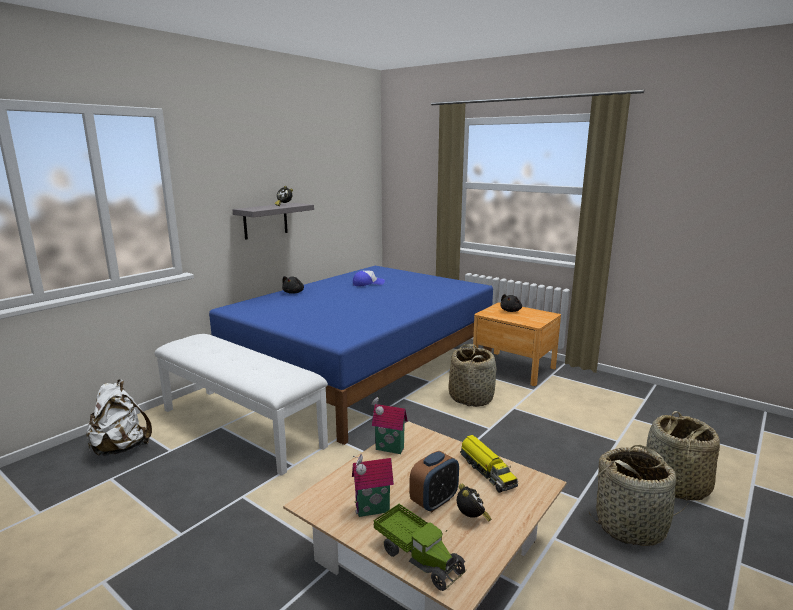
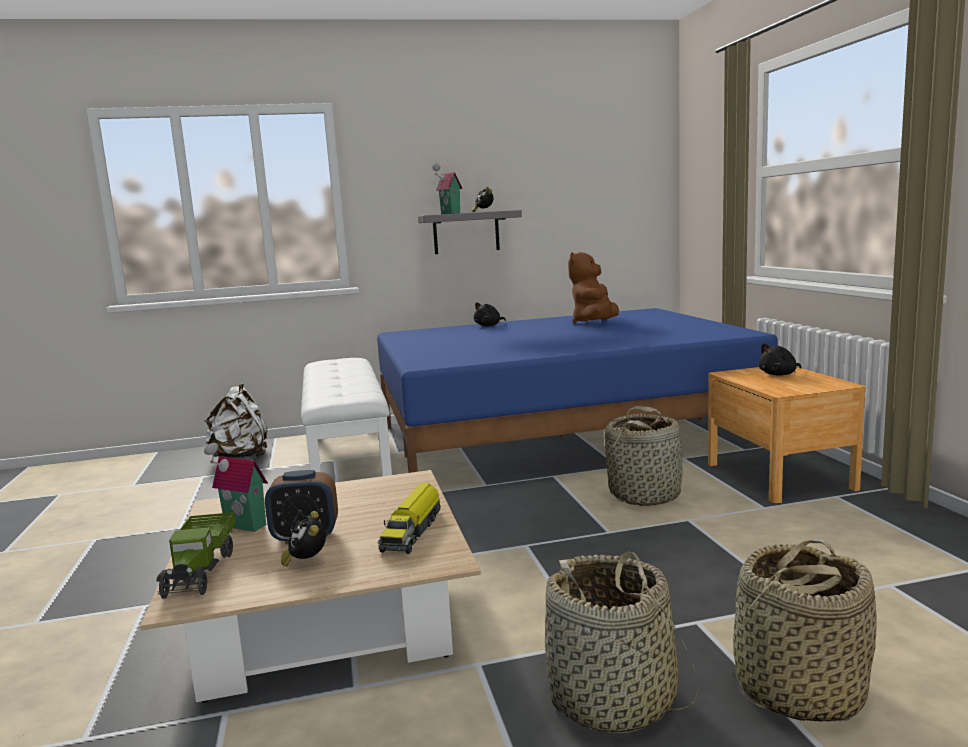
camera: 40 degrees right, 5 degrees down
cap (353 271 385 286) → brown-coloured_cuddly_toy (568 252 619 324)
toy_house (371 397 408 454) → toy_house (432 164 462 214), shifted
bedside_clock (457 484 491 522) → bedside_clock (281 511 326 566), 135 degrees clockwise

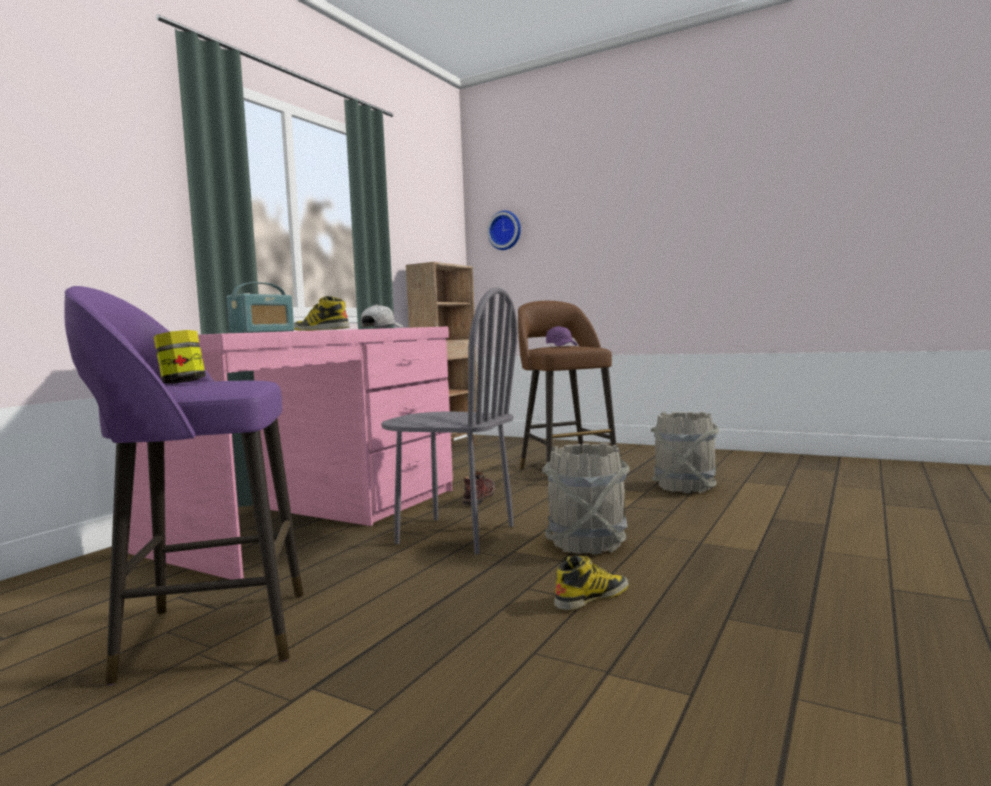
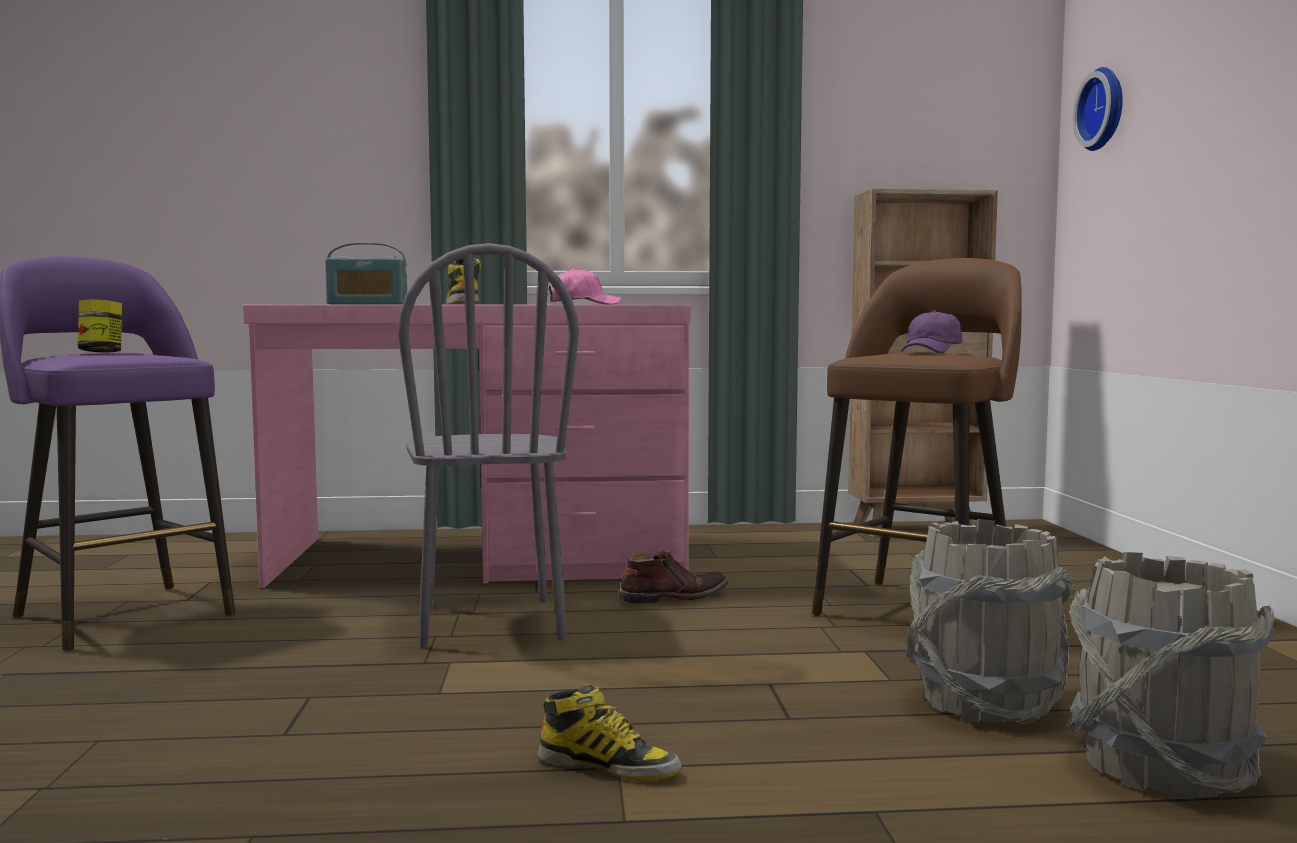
camera: 55 degrees right, 0 degrees up
white_cap (361 304 403 328) → pink-coloured_cap (549 268 621 305)
gray_water_bucket (542 443 630 555) → gray_water_bucket (1067 552 1276 799), shifted
boot (554 556 629 610) → boot (538 683 681 781), shifted

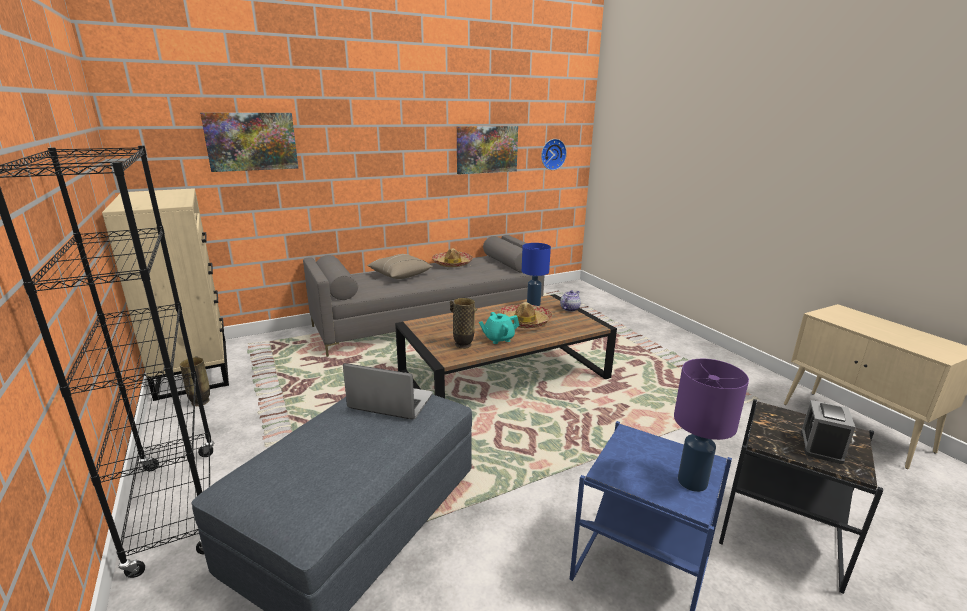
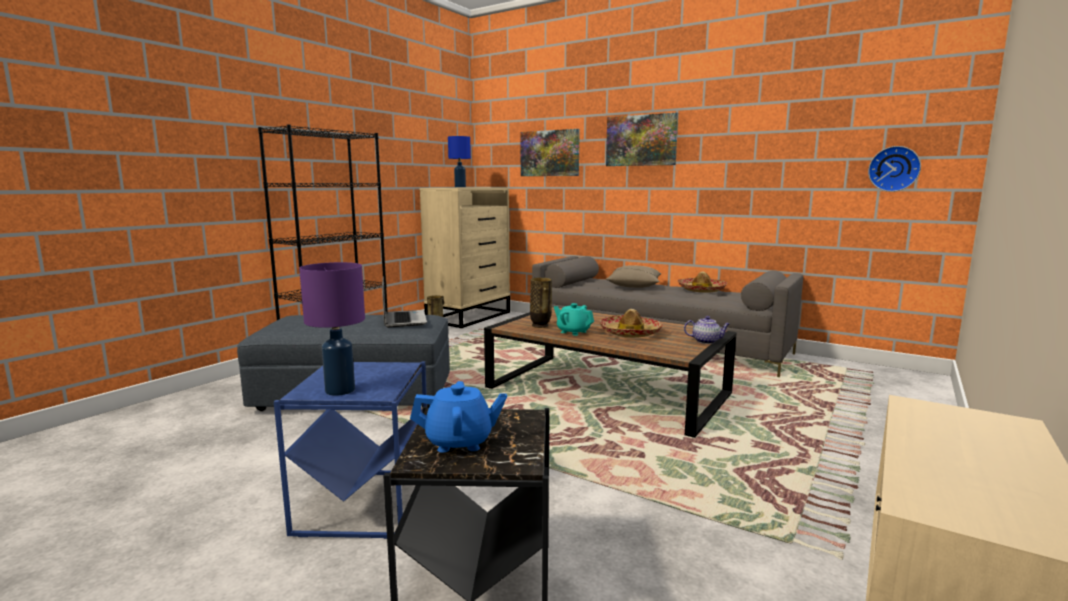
camera: 60 degrees right, 10 degrees down
picture (457 126 518 174) → picture (606 112 678 166), shifted
bluish_lamp_for_a_table (522 243 551 306) → bluish_lamp_for_a_table (448 136 471 188), shifted
bedside_clock (801 400 855 464) → bluish_tea_pot (410 381 507 453)

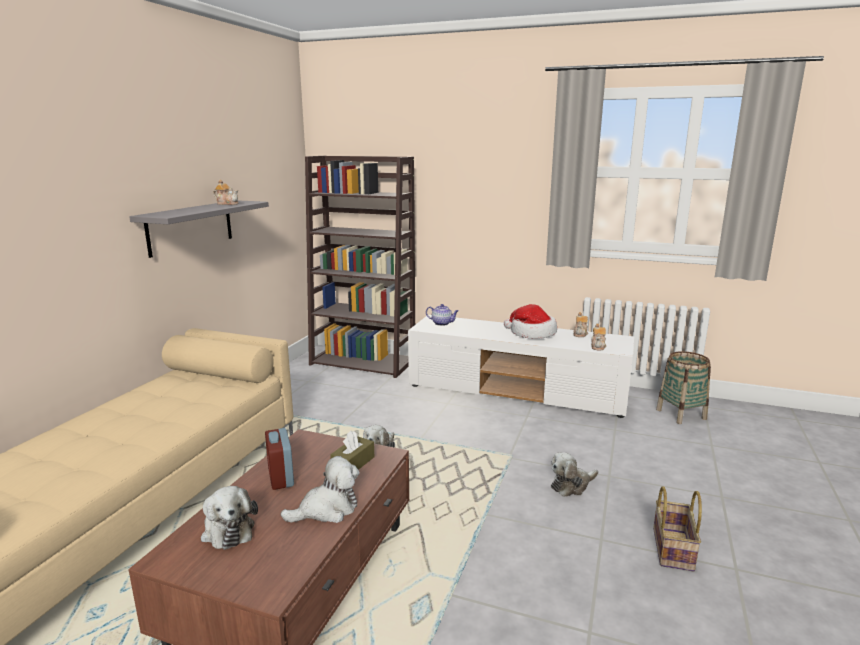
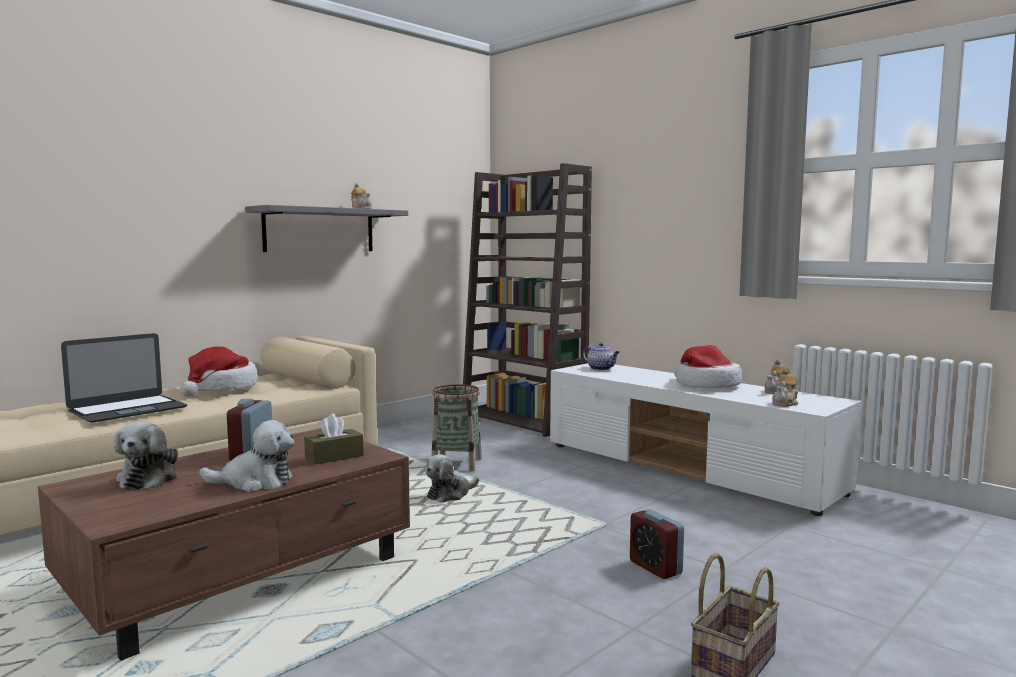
camera: 25 degrees right, 10 degrees down
cuddly_toy (551 452 598 497) → bedside_clock (630 509 684 579)
storage_basket (656 351 711 424) → storage_basket (432 384 482 471), shifted
- → portable_computer (61 333 187 423)
- → wearable_hat (180 346 258 396)

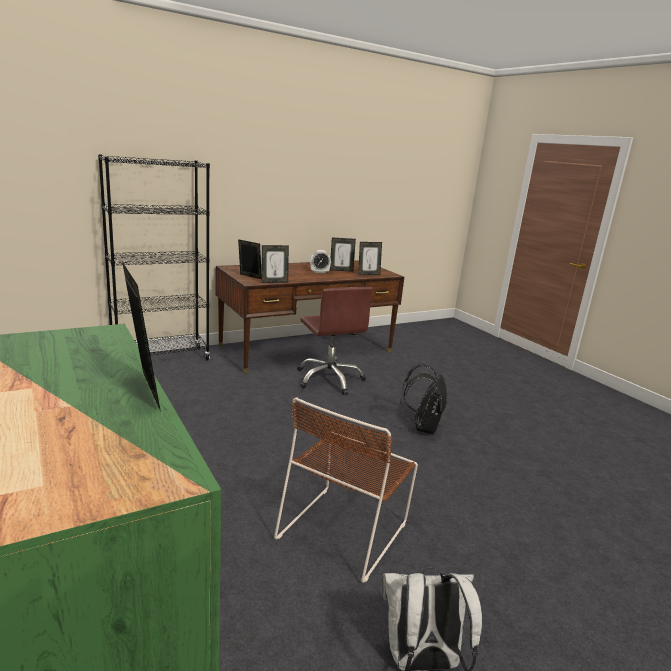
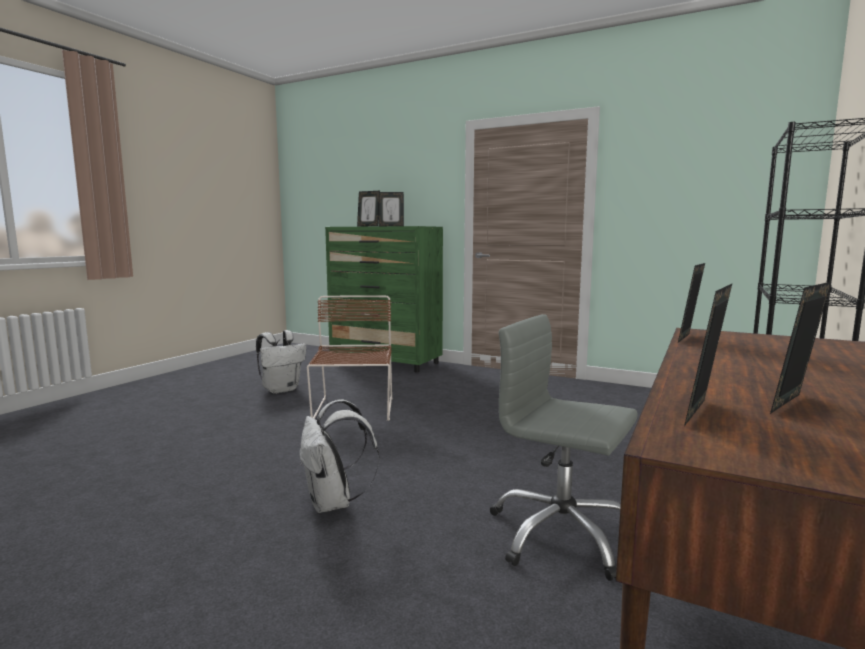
camera: 150 degrees right, 10 degrees down
picture_frame (238 239 262 279) → picture_frame (378 192 404 226), shifted
brown-coloured_desk_chair (297 287 373 395) → gray_desk_chair (490 314 638 581)
bedside_clock (310 250 331 273) → -
blackish_knapsack (400 364 447 435) → white_knapsack (300 399 380 513)

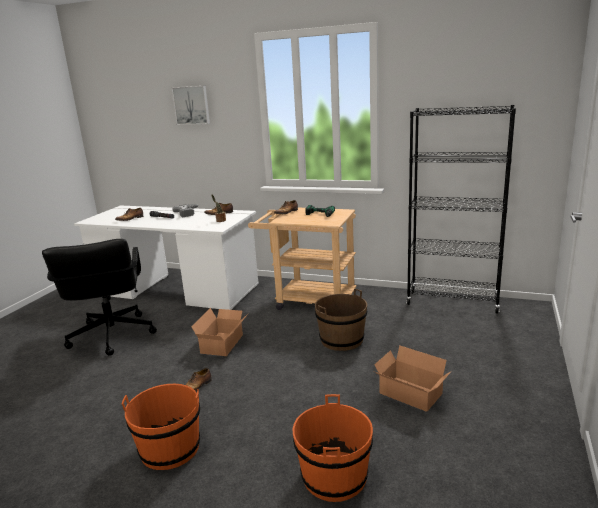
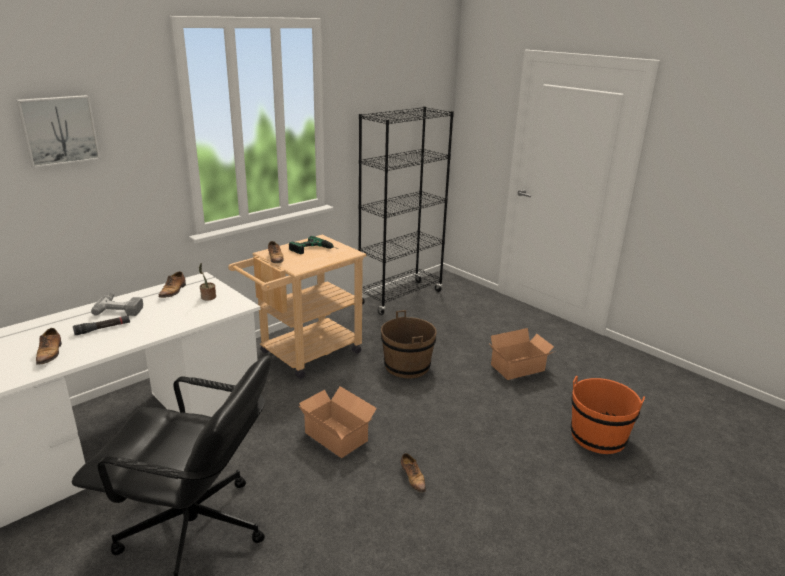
camera: 65 degrees left, 5 degrees up
orange_water_bucket (122 384 200 470) → -

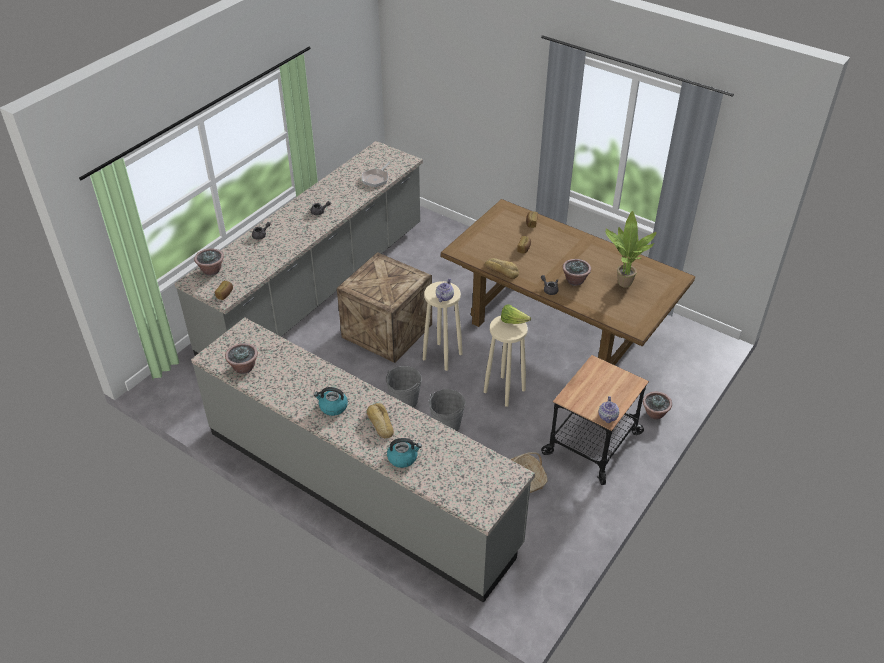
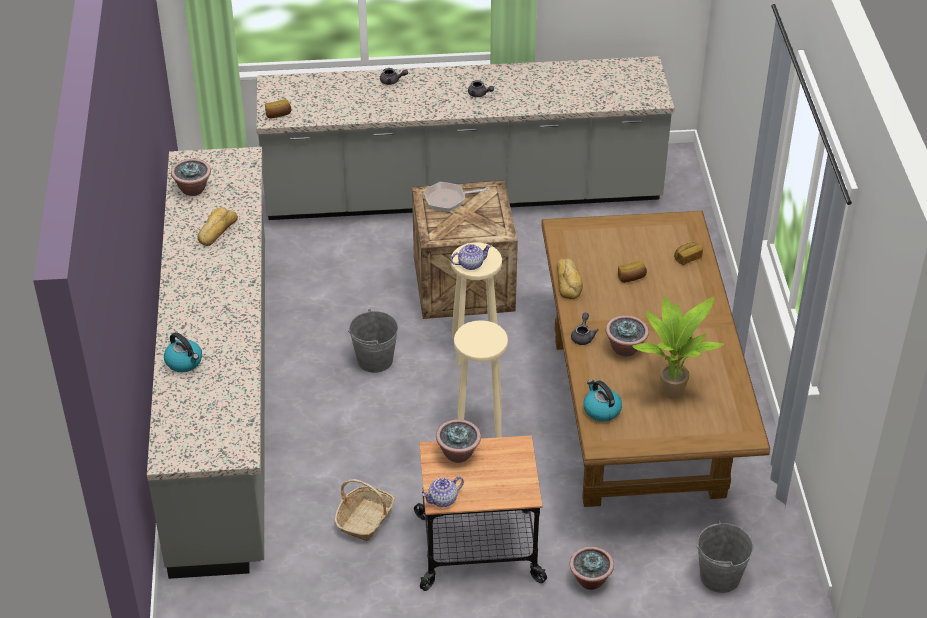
camera: 50 degrees right, 0 degrees up
plant_in_a_pot (194 248 224 276) → plant_in_a_pot (436 419 481 463), shifted
water_kettle (314 387 348 416) → water_kettle (583 380 622 422), shifted
skillet (362 162 390 187) → skillet (424 182 489 212), shifted
baked_bread (367 403 394 438) → baked_bread (197 207 238 246), shifted
gray_water_bucket (428 389 466 431) → gray_water_bucket (697 521 753 593), shifted
lettuce_head (501 305 531 324) → -

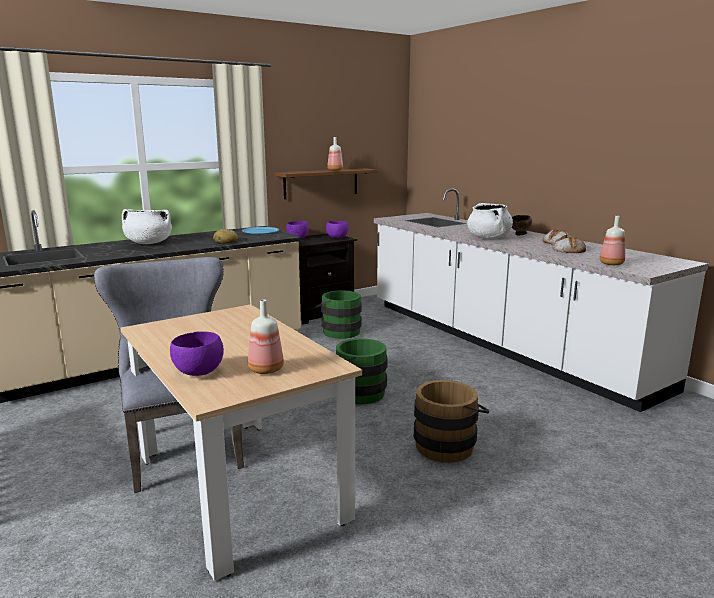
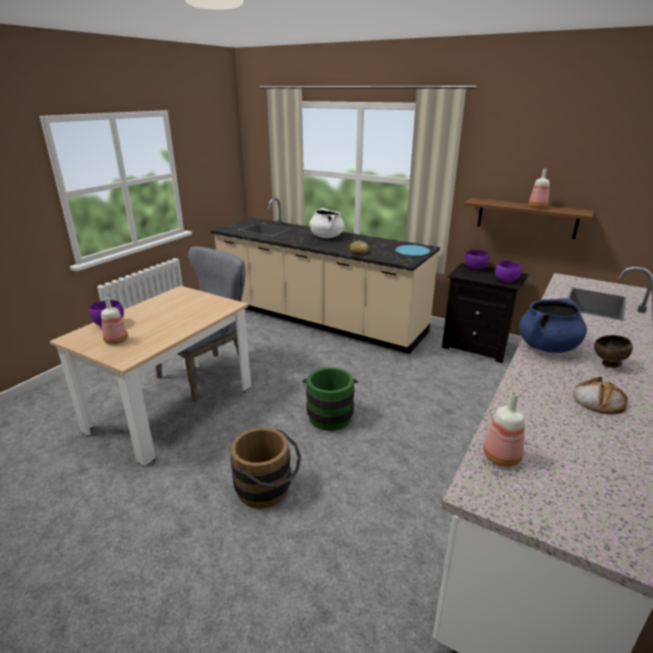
camera: 65 degrees right, 10 degrees up
green_water_bucket (314 290 362 339) → -
white_cooking_pot (467 203 513 239) → bluish_cooking_pot (519 298 587 353)
baked_bread (553 235 586 253) → -

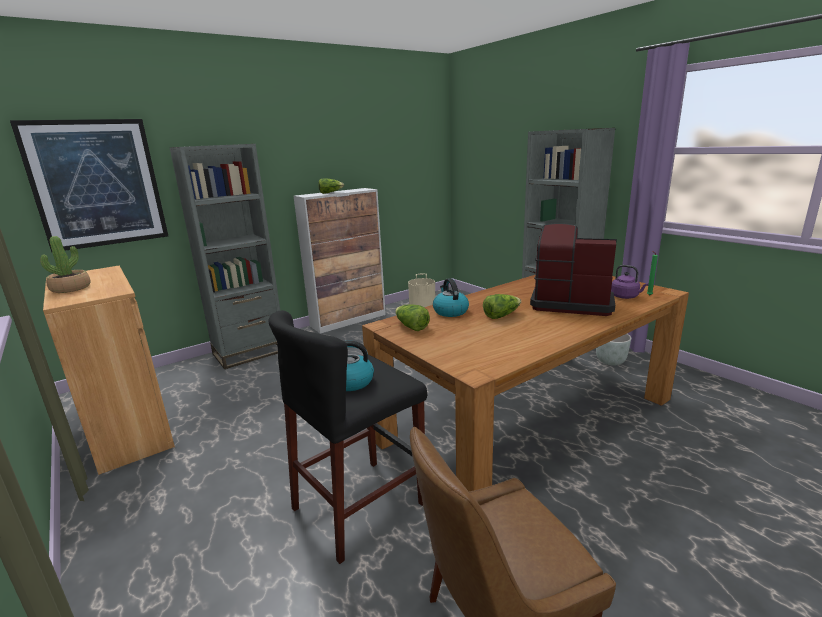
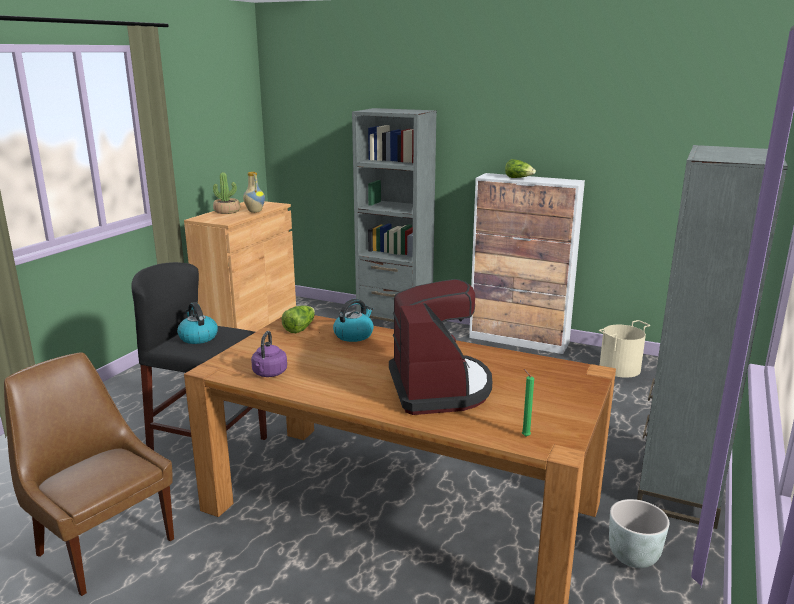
camera: 60 degrees right, 0 degrees up
picture (10 119 168 252) → -
lettuce_head (483 294 521 319) → -
purple_water_kettle (611 265 649 299) → purple_water_kettle (251 331 287 377), shifted
- → decorative_vase (243 172 265 213)

